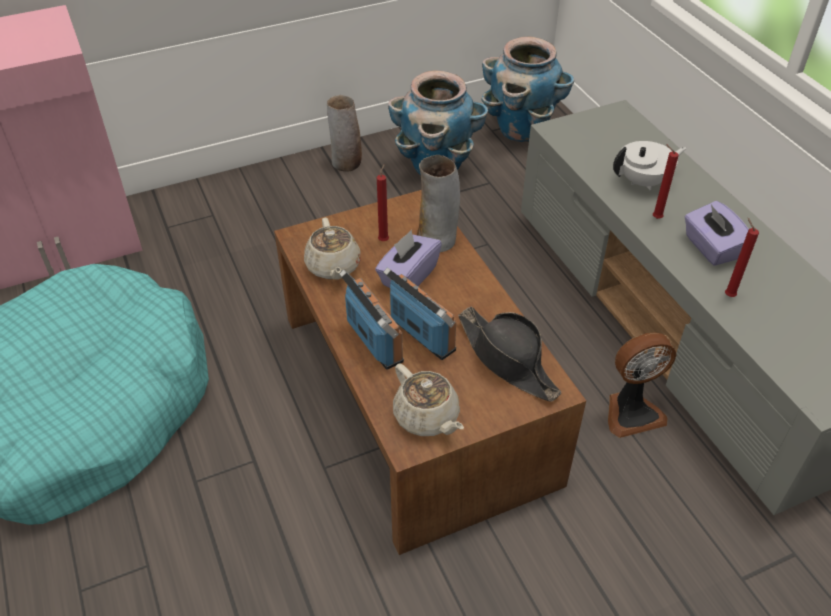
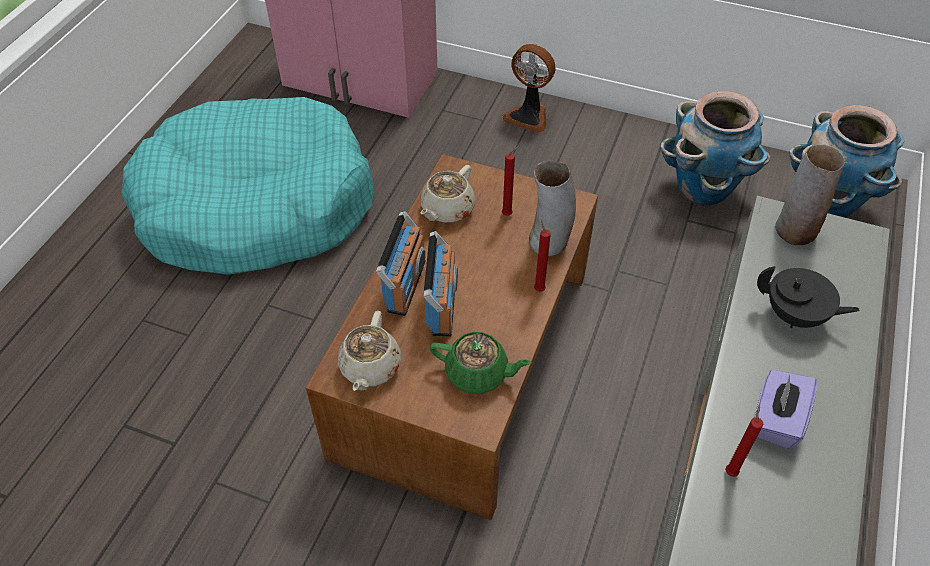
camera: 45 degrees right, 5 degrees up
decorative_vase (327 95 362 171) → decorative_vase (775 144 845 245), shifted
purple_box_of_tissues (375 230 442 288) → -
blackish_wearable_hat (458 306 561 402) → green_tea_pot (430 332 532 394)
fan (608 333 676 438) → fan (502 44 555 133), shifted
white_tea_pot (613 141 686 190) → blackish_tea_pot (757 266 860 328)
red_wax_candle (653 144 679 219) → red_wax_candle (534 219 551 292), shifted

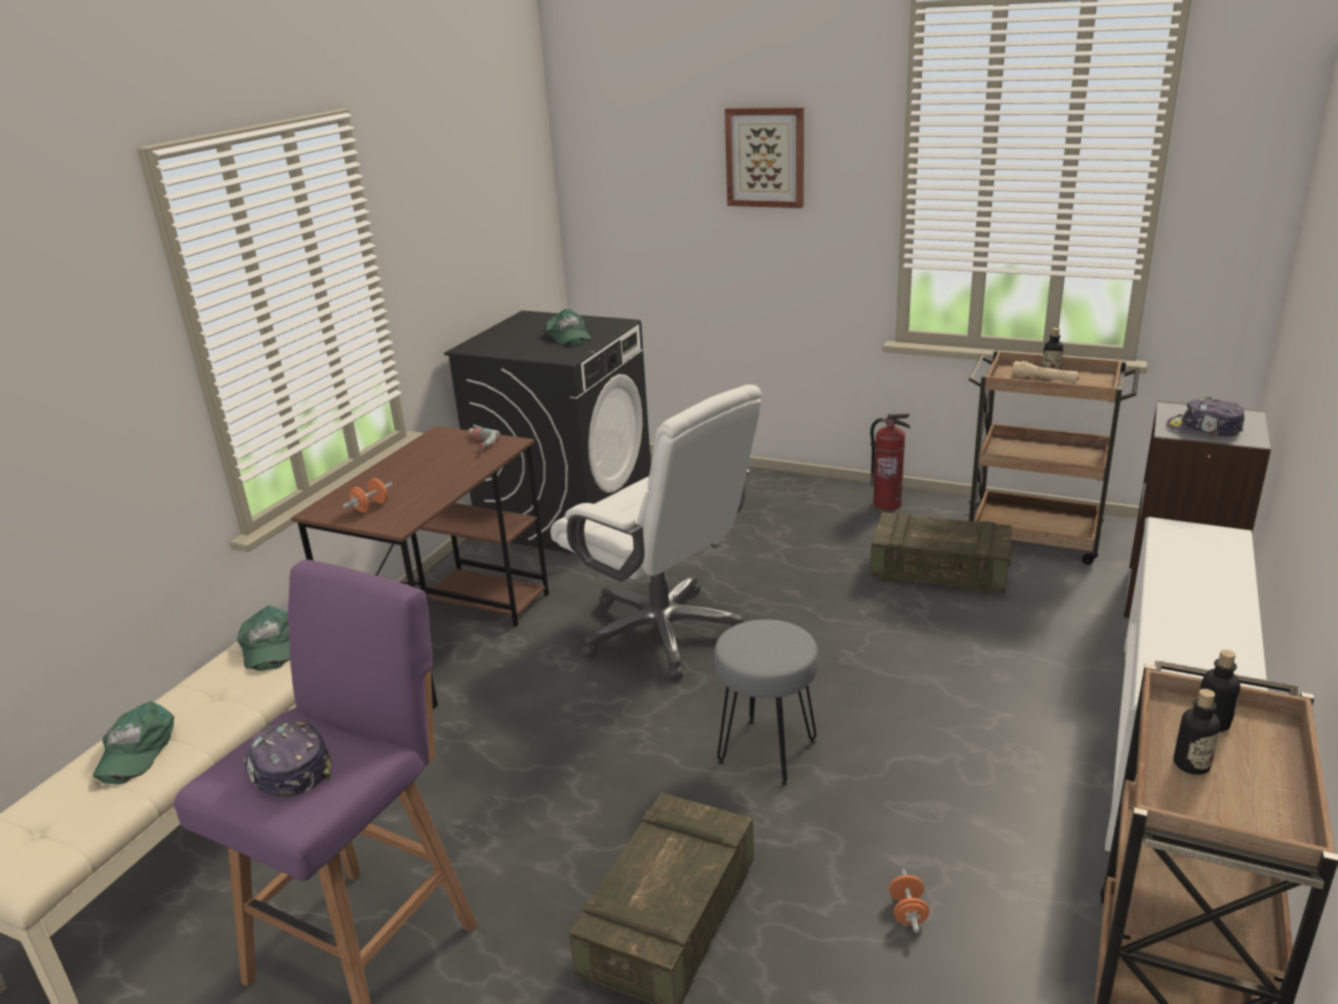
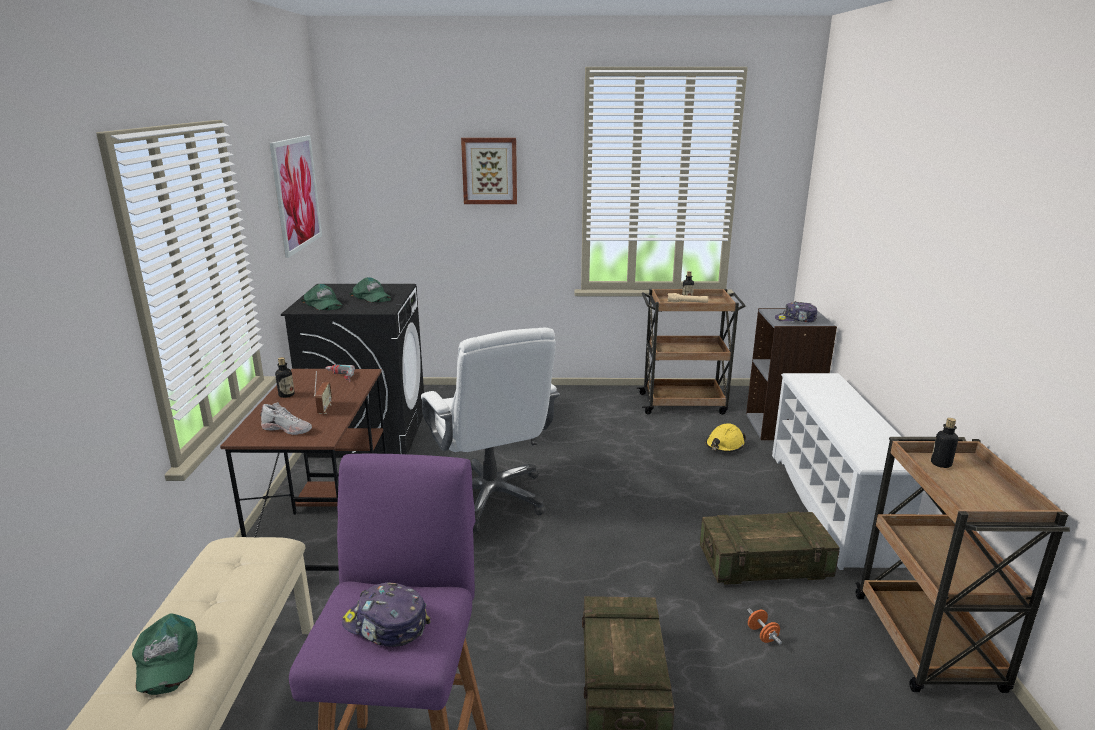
camera: 25 degrees left, 5 degrees down
green_cap (237 605 290 671) → green_cap (301 284 343 310), shifted
orange_dumbbell (343 478 393 513) → white_low_shoe (260 402 312 435)
white_desk_chair (551 385 761 680) → white_desk_chair (421 328 560 532), 45 degrees clockwise
gray_sitting_stool (714 619 819 786) → -
extinguisher (870 413 911 511) → -
crate (870 512 1013 594) → crate (700 511 840 585), shifted
beverage_bottle (1174 689 1220 775) → beverage_bottle (275 357 295 398), shifted
- → picture (269 135 322 258)
- → radio (314 371 332 414)
- → yellowish_work_helmet (706 423 746 452)

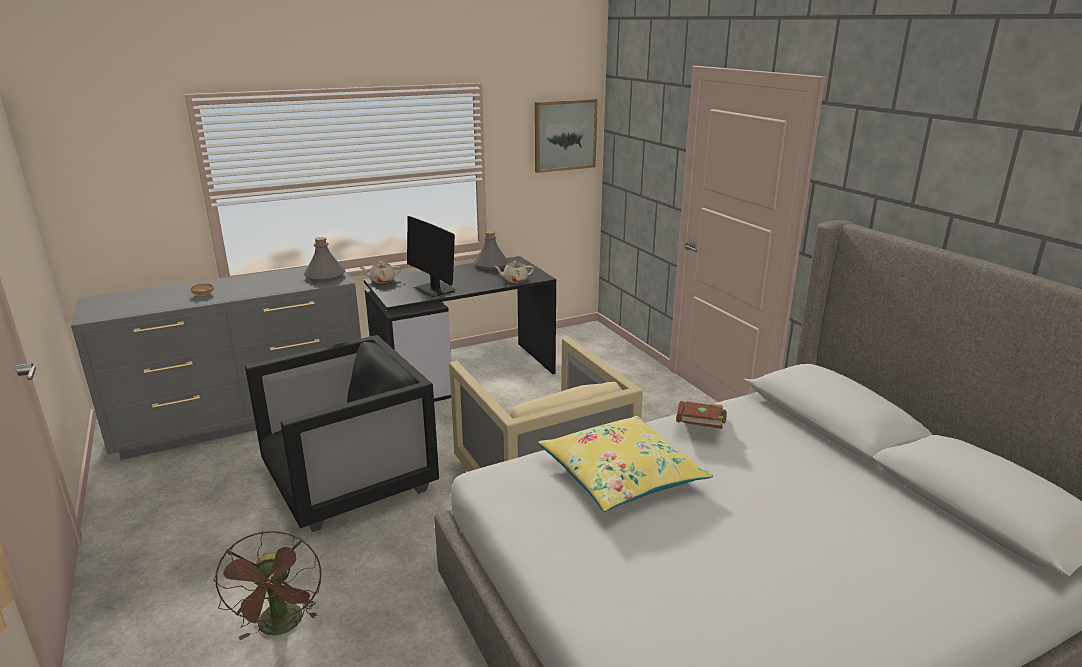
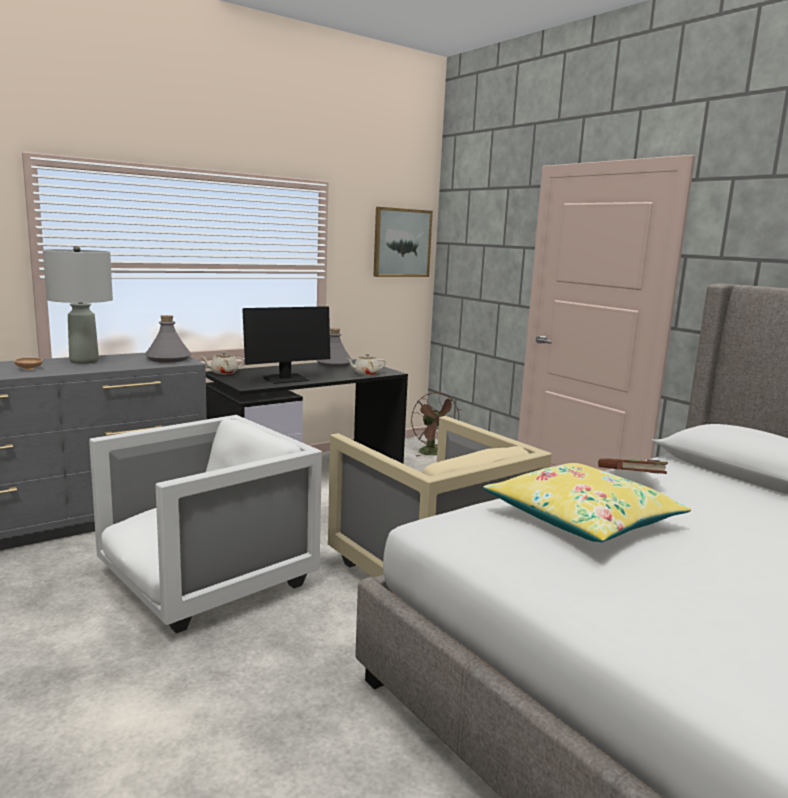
camera: 10 degrees left, 10 degrees down
brown-coloured_fan (214 531 321 640) → brown-coloured_fan (411 392 461 456), shifted
blackish_easy_chair (245 335 439 532) → white_easy_chair (89 415 322 633)
monitor (407 216 456 297) → monitor (243 306 330 384), 75 degrees counterclockwise
- → gray_lamp_for_a_table (43 246 113 364)

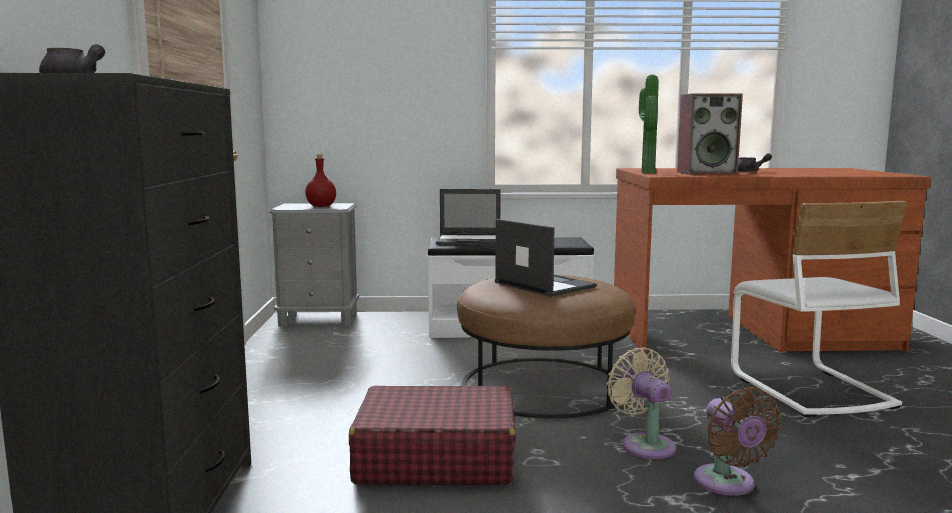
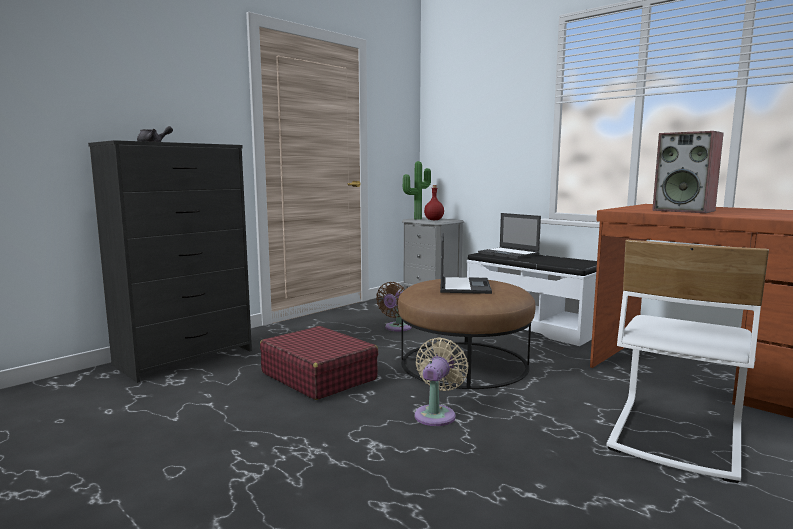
camera: 45 degrees right, 0 degrees up
plant_in_a_pot (639 75 659 173) → plant_in_a_pot (403 161 431 220), shifted
brown-coloured_fan (694 387 782 496) → brown-coloured_fan (376 282 411 331), shifted
gray_tea_pot (738 153 772 172) → -

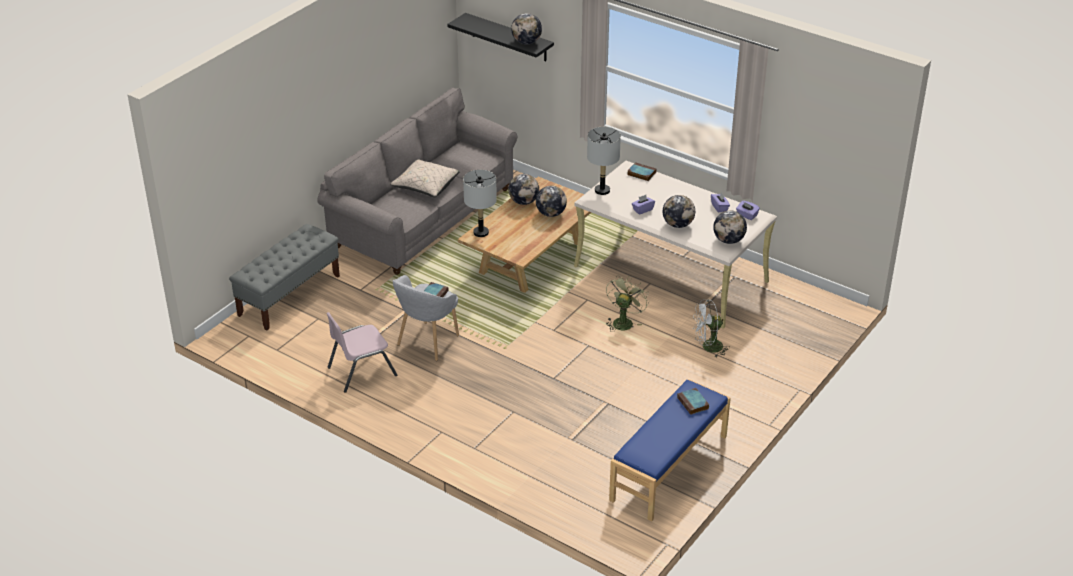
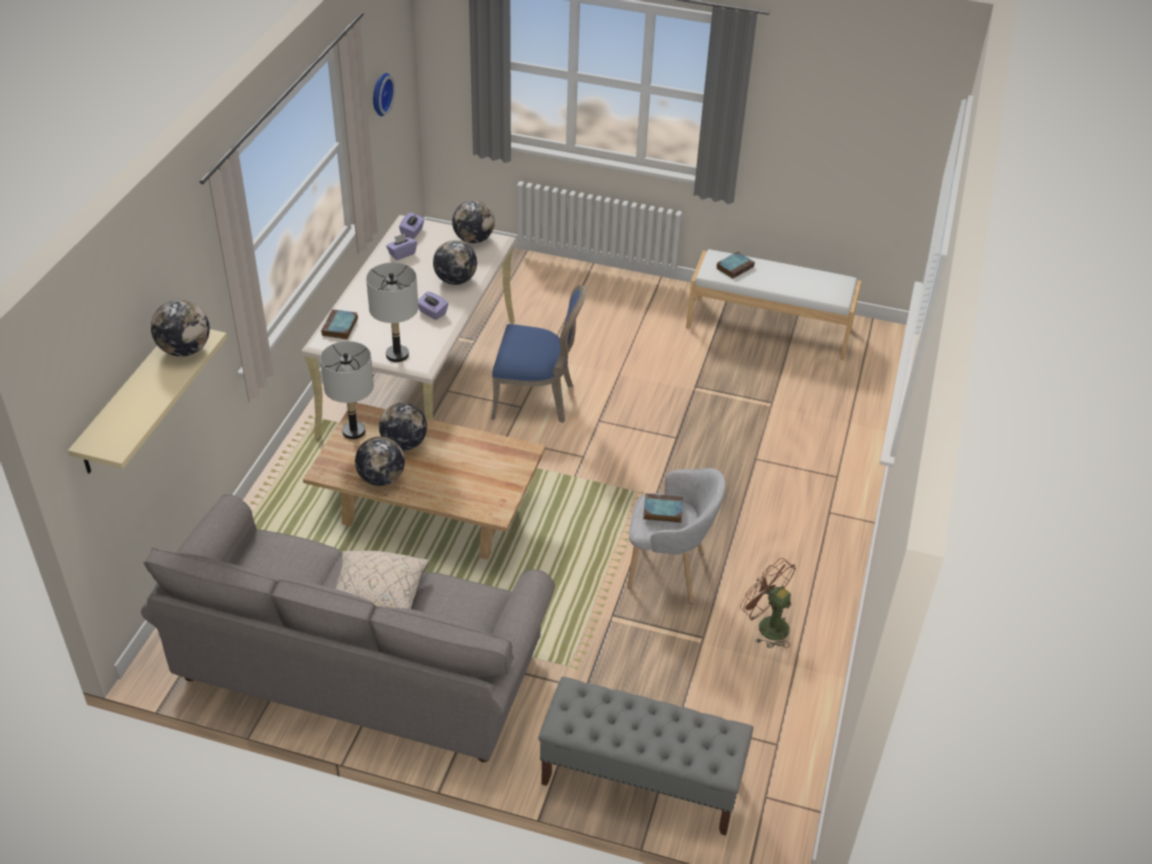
camera: 110 degrees left, 5 degrees up
pink-coloured_upright_chair (326 312 397 393) → brown-coloured_fan (740 558 796 648)
blackish_shelf (447 13 554 62) → beige_shelf (68 329 227 474)
gray_lamp_for_a_table (463 170 497 237) → gray_lamp_for_a_table (320 341 374 439), shifted
green_fan (606 275 649 332) → bluish_upright_chair (491 285 588 423)
bluish_bench (609 379 731 521) → white_bench (686 249 861 360)
white_fan (693 299 730 357) → -
- → hanging_clock (373 73 395 116)

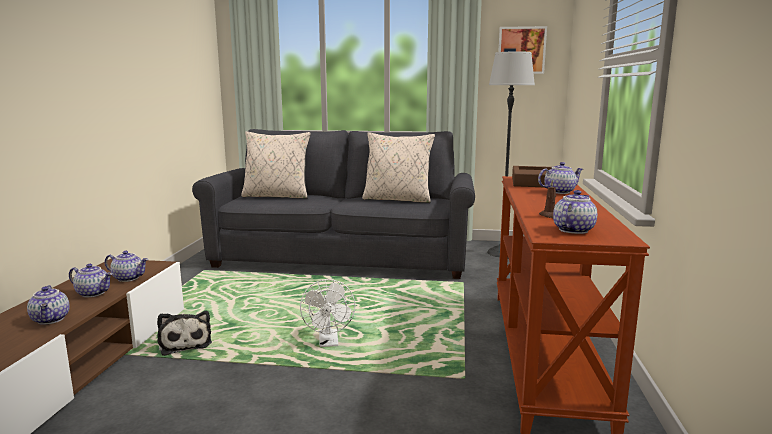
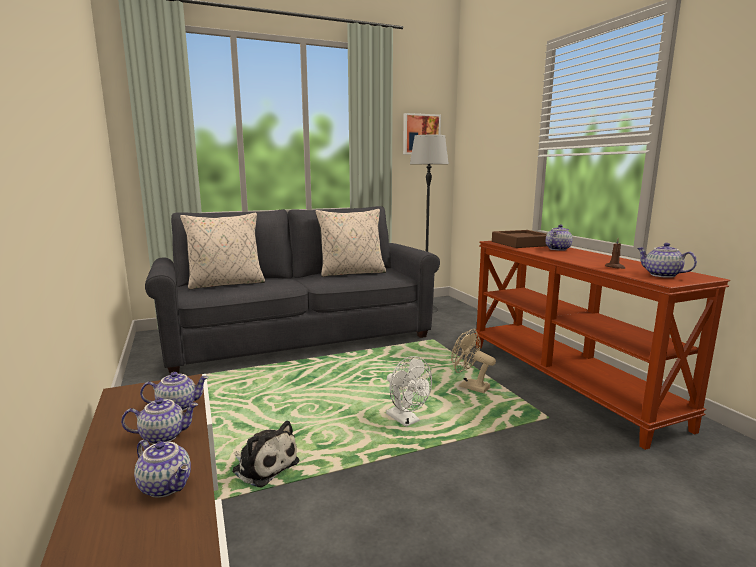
camera: 30 degrees left, 0 degrees up
tea_pot (553 190 597 234) → tea_pot (637 243 697 278), 45 degrees counterclockwise
- → beige_fan (451 329 496 393)

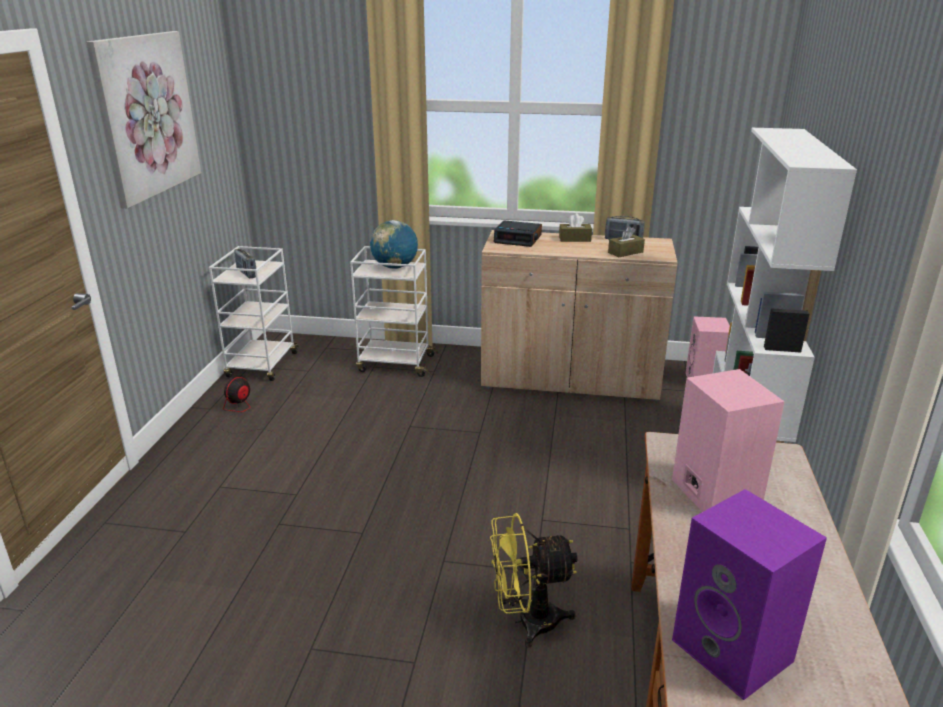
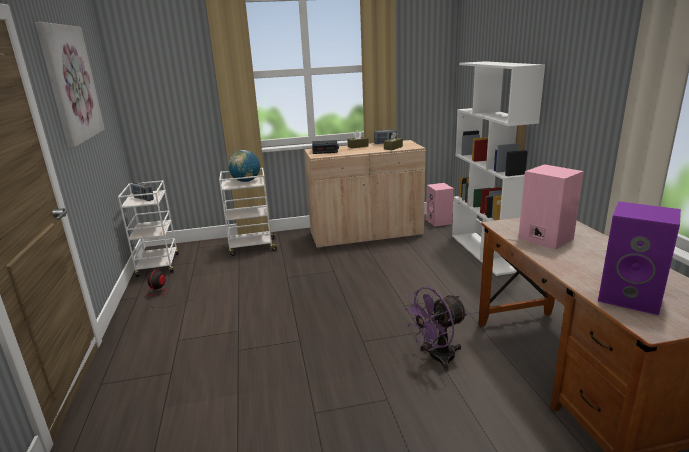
camera: 20 degrees left, 5 degrees down
yellowish_fan (490 513 578 648) → purple_fan (404 287 468 371)

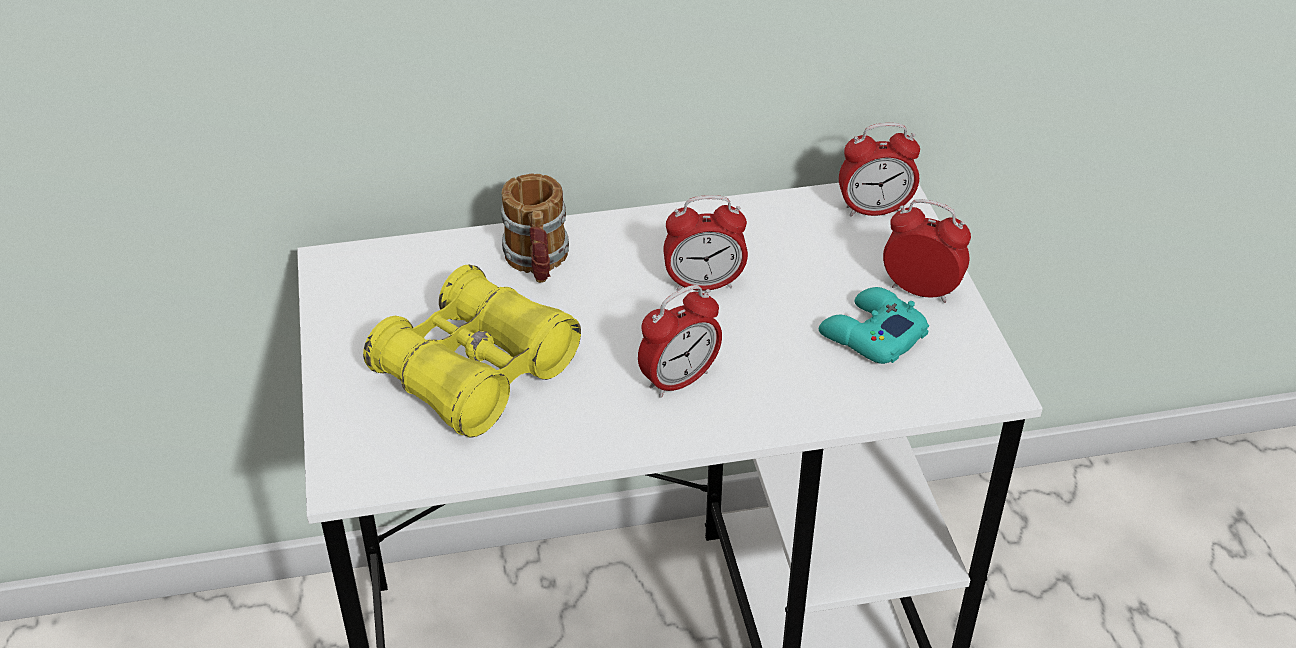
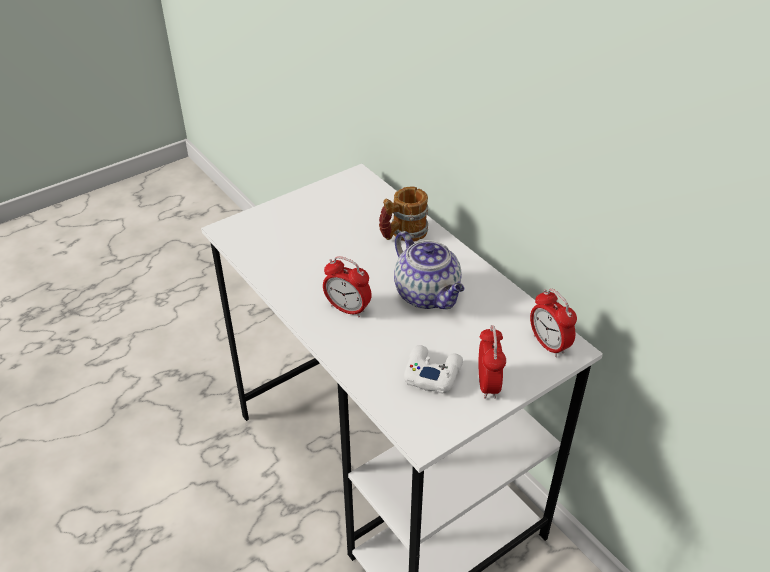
camera: 65 degrees right, 0 degrees up
yellowish_field_glasses (363 264 581 437) → -
bedside_clock (663 195 748 291) → tea_pot (394 231 465 309)
turquoise-coloured_gamepad (819 287 929 364) → white_gamepad (404 345 463 394)

